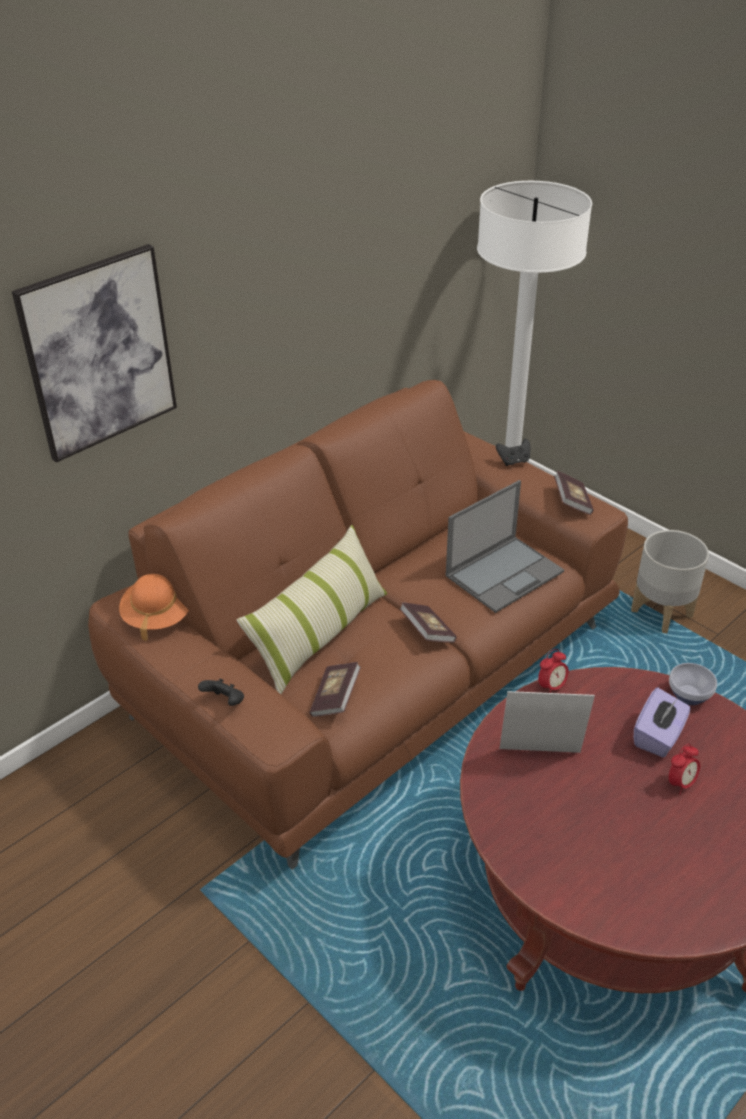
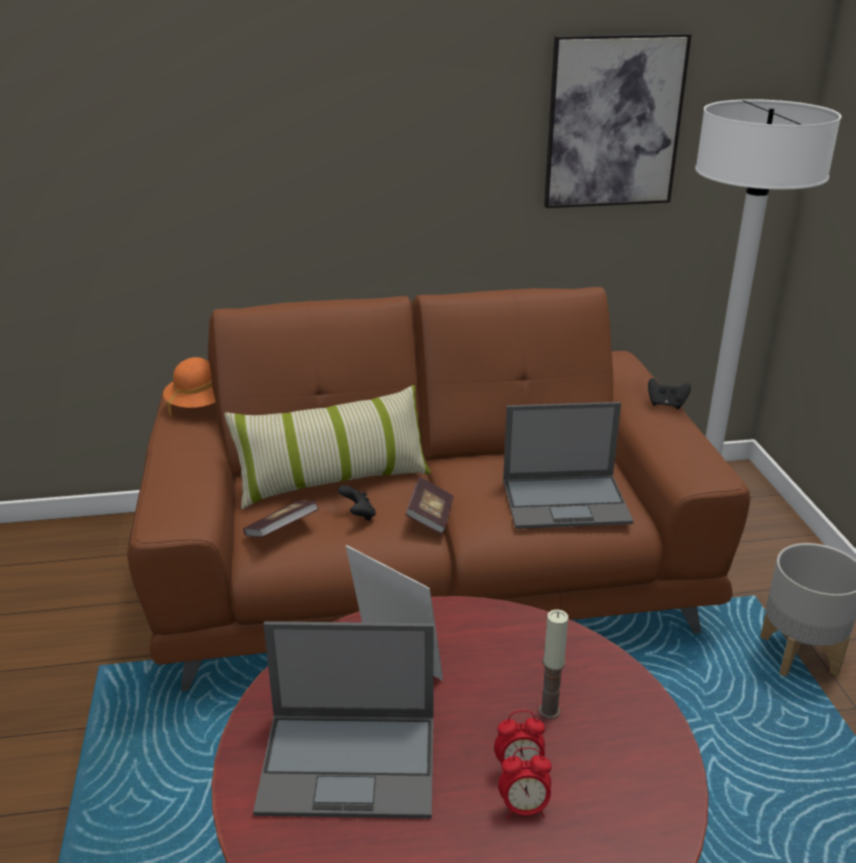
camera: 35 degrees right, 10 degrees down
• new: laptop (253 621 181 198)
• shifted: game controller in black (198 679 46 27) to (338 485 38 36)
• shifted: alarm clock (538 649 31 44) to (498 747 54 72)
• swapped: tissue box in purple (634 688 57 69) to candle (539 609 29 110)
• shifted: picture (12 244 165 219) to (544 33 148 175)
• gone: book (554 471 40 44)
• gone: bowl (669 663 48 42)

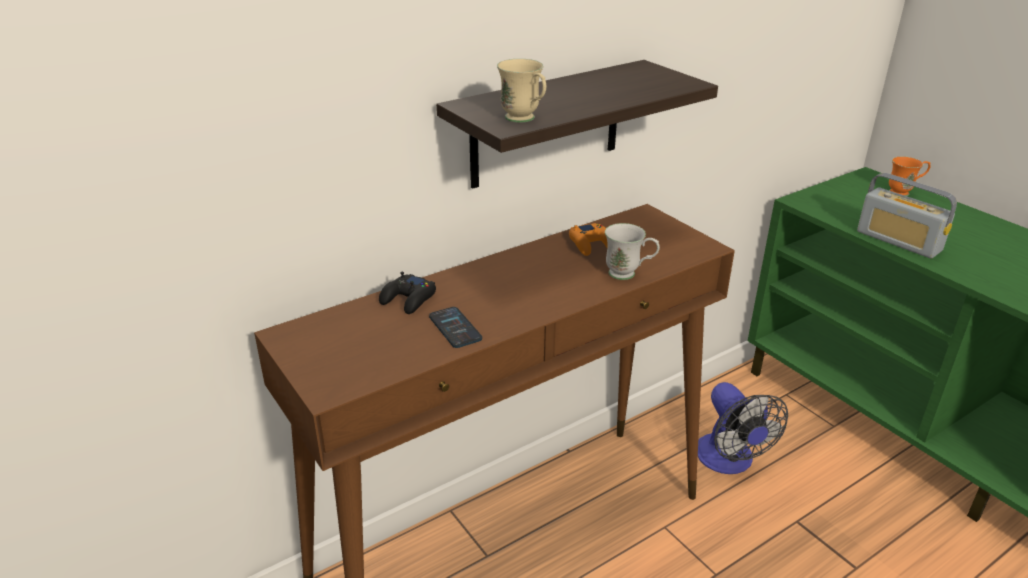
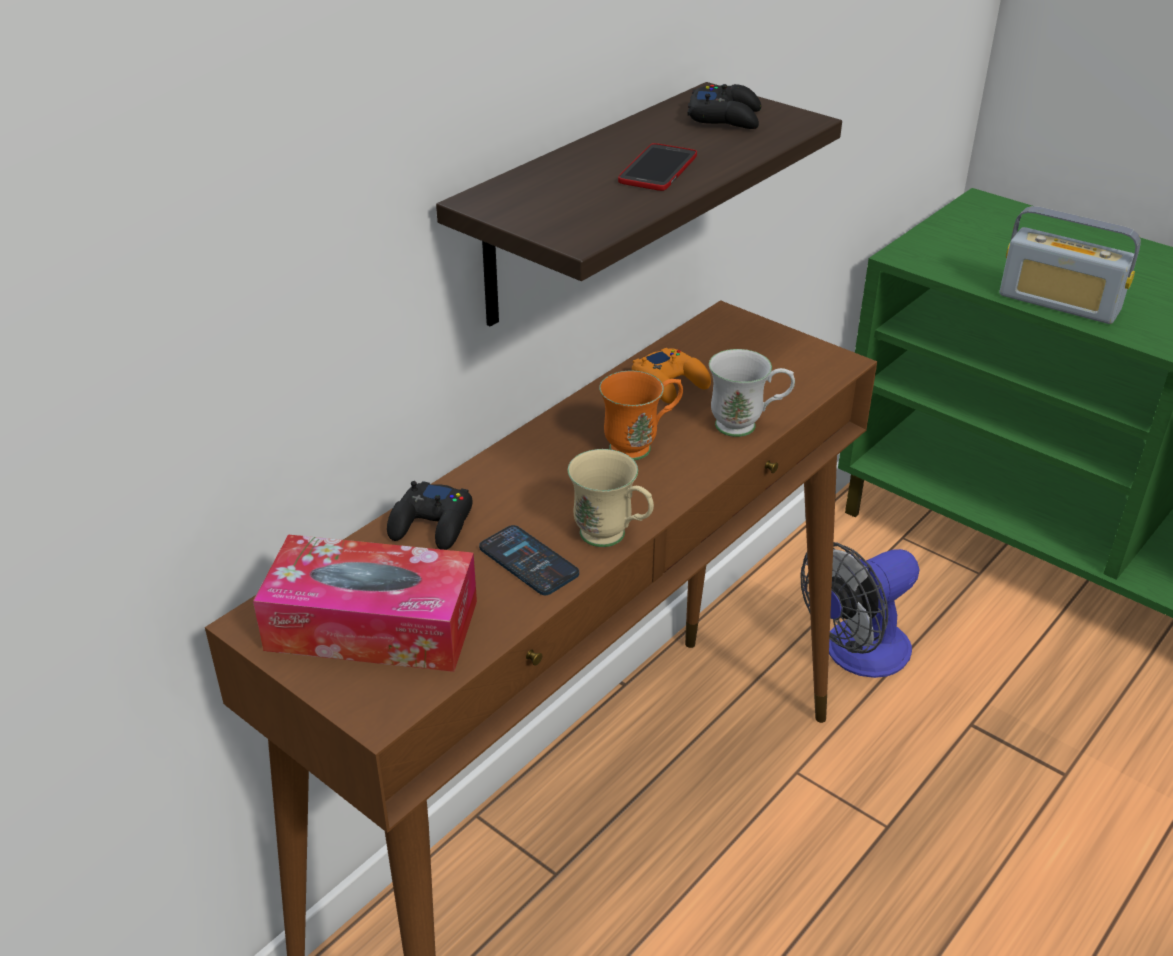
camera: 15 degrees left, 5 degrees up
• new: tissue box (253 534 224 138)
• shifted: mug in beige (497 59 49 64) to (568 449 86 98)
• shifted: mug in orange (889 156 41 40) to (599 371 84 89)
• new: phone (618 143 79 48)
• new: game controller in black (687 84 74 45)
• rotated: fan (698 382 90 92) = (800 542 120 136) 90 degrees clockwise

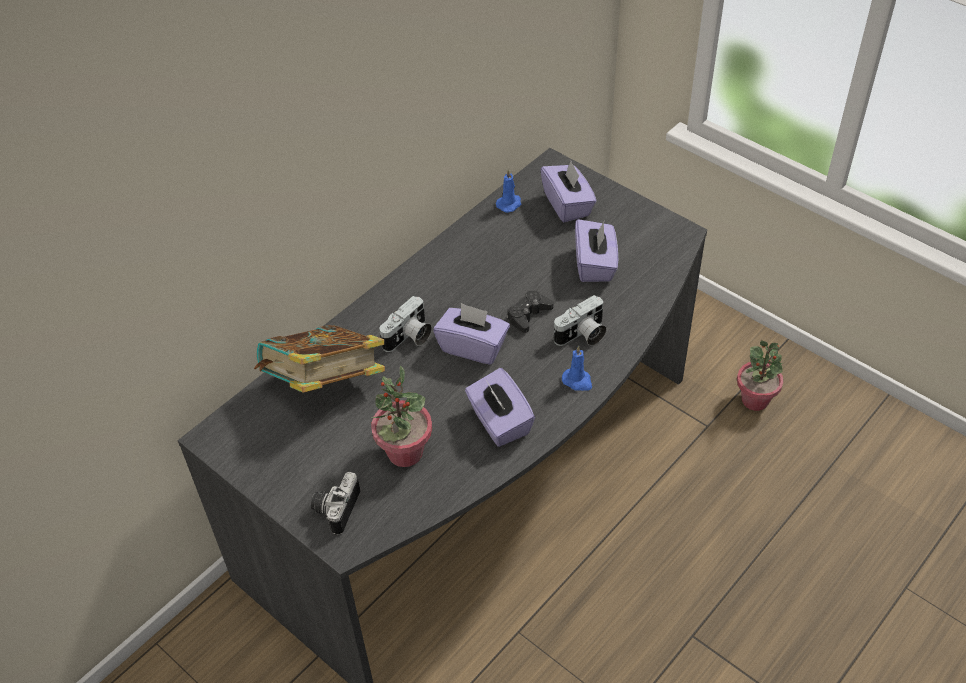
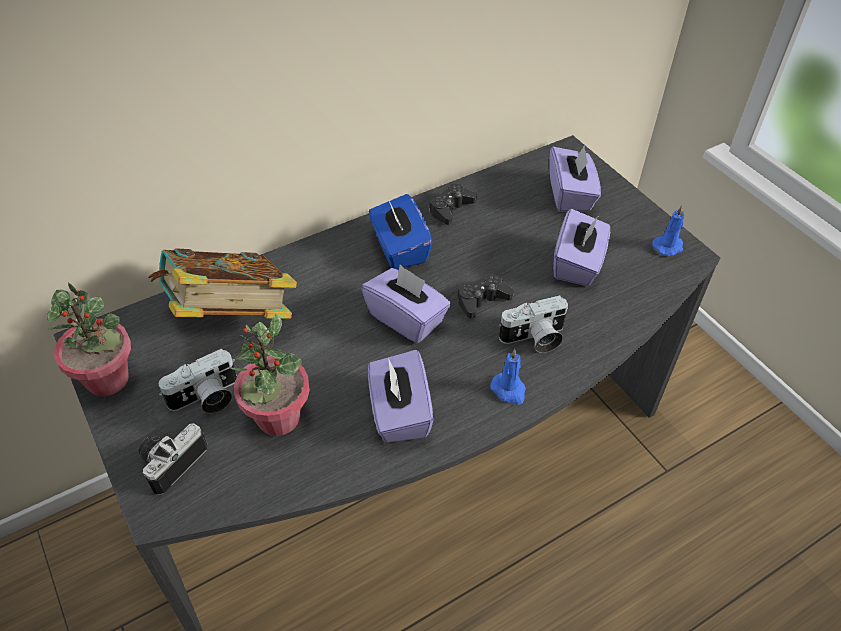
camera: 15 degrees right, 0 degrees up
• shifted: potted plant (737 341 47 70) to (46 282 85 114)
• shifted: photo camera (379 296 53 56) to (159 349 78 65)
• new: tissue box in blue (369 194 64 75)
• new: game controller in black (429 184 48 41)
• shifted: candle in blue (496 169 25 44) to (652 205 33 51)

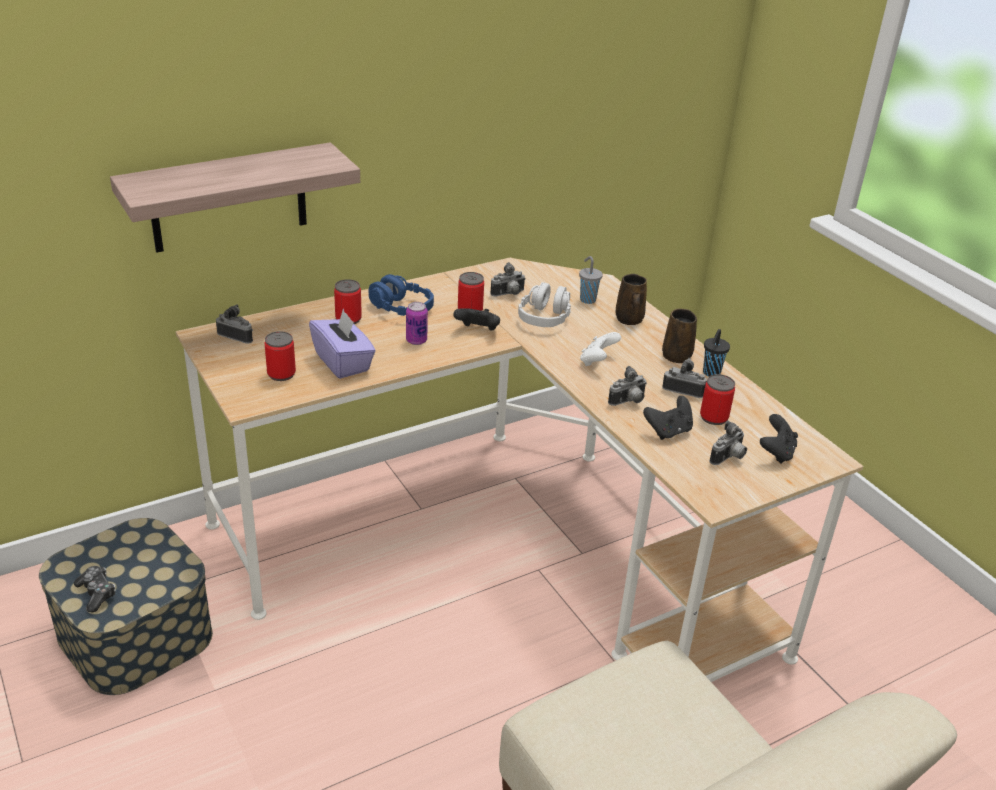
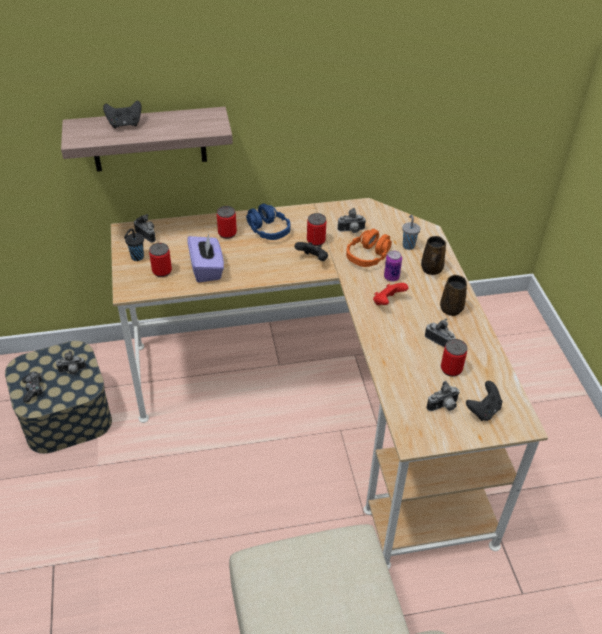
camera: 20 degrees right, 10 degrees up
• shifted: photo camera (608 366 39 40) to (56 351 30 24)
• shifted: game controller in black (643 396 50 44) to (103 101 38 28)
• shifted: cup in black (703 329 27 48) to (124 229 20 32)
• repainted: headphones in grey (518 282 53 45) to headphones in orange (346 229 46 38)
• repainted: game controller in white (580 332 41 34) to game controller in red (373 283 36 22)
• shifted: can (406 302 22 43) to (384 251 18 31)

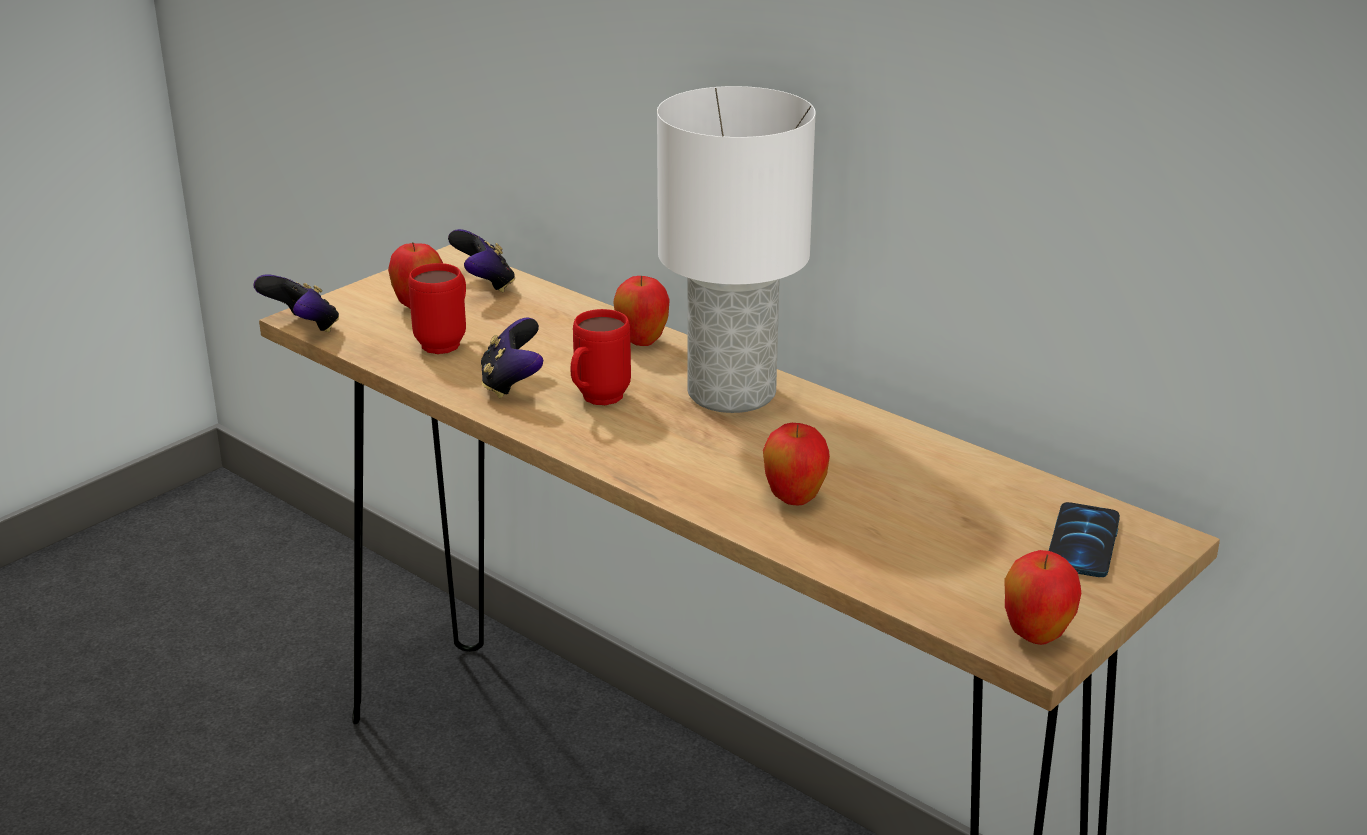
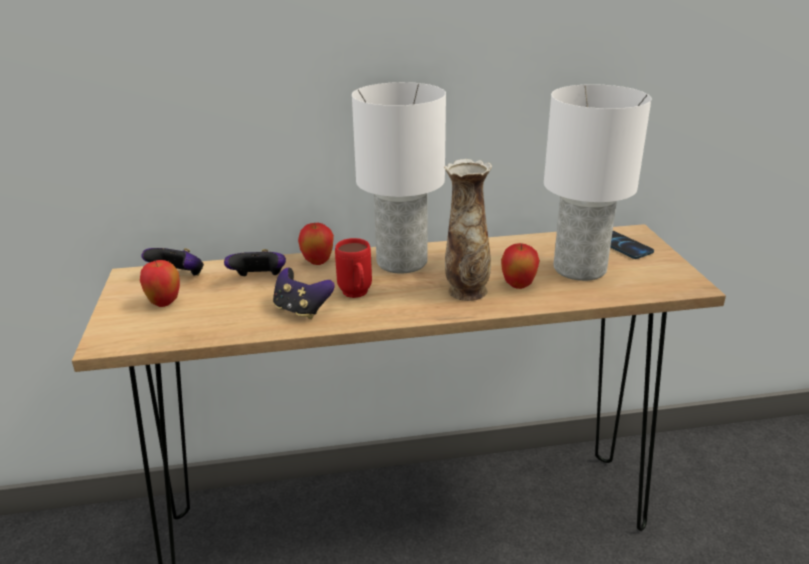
camera: 50 degrees left, 0 degrees up
• shifted: game controller (254 274 85 58) to (224 249 62 27)
• new: vase (444 159 48 142)
• new: table lamp in white (544 84 108 197)
• gone: mug in red (408 263 58 91)
• gone: apple (1004 550 77 95)

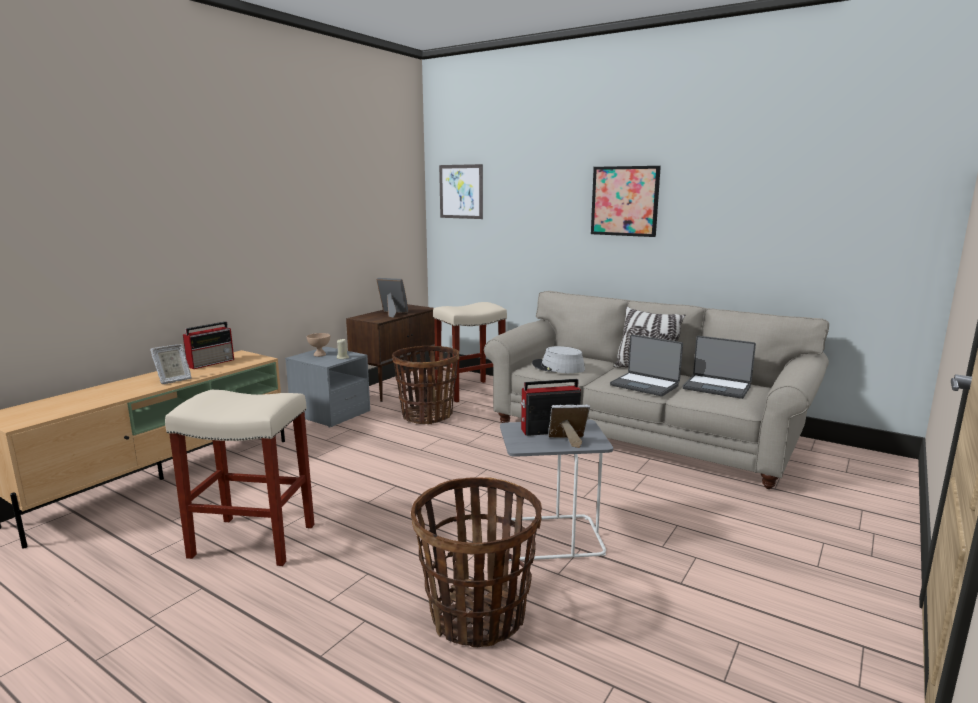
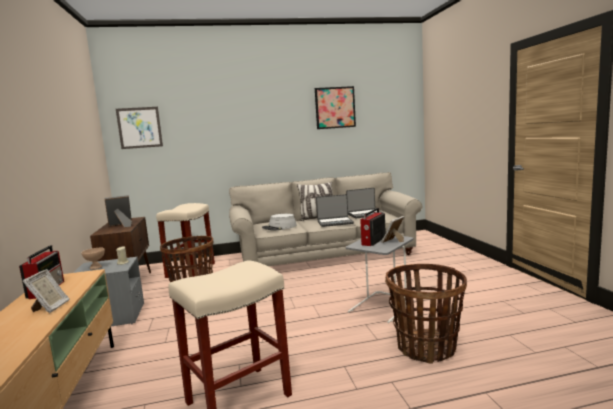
camera: 45 degrees left, 5 degrees down
• shifted: picture (591 166 70 71) to (315 86 41 43)

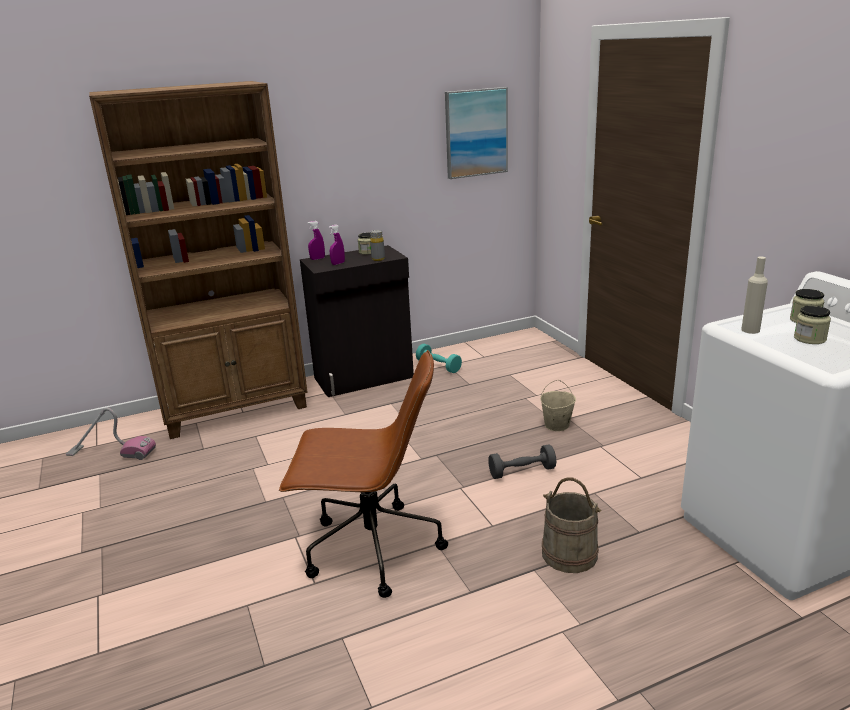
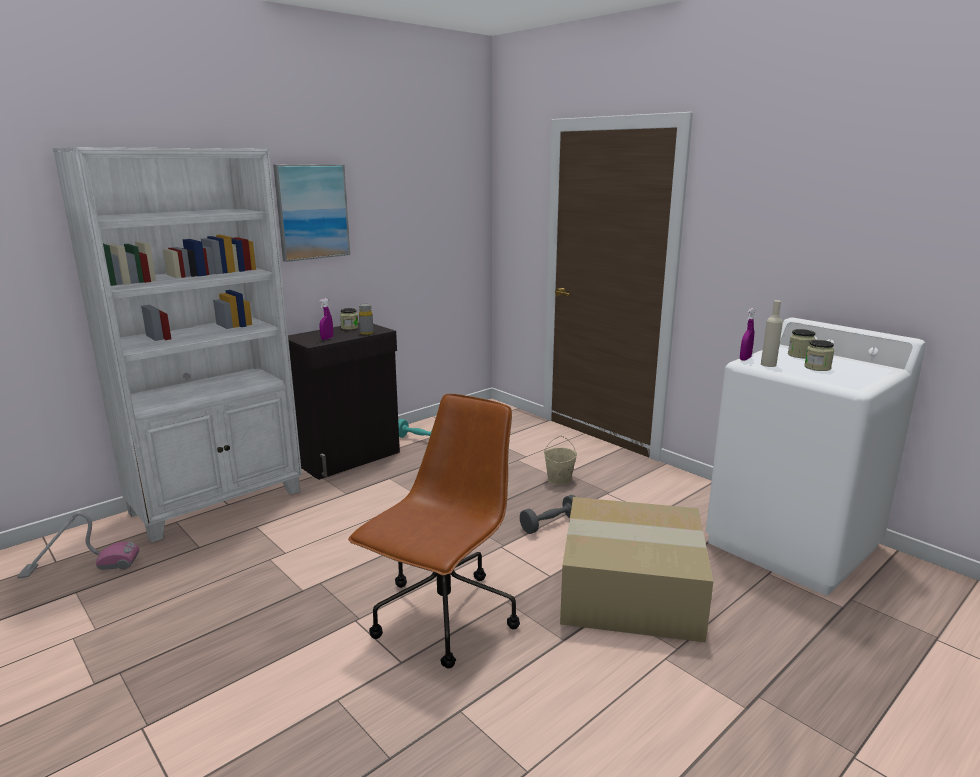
camera: 20 degrees left, 5 degrees down
• repainted: bookcase in brown (89 81 219 358) to bookcase in white (52 147 250 396)
• shifted: picture (445 87 63 92) to (273 164 77 98)
• rotated: office chair in brown (279 350 169 248) = (348 394 172 275) 45 degrees counterclockwise
• swapped: bucket in beige (542 477 59 96) to cardboard box (560 497 153 145)
• shifted: spray bottle in purple (307 221 18 39) to (740 308 15 53)

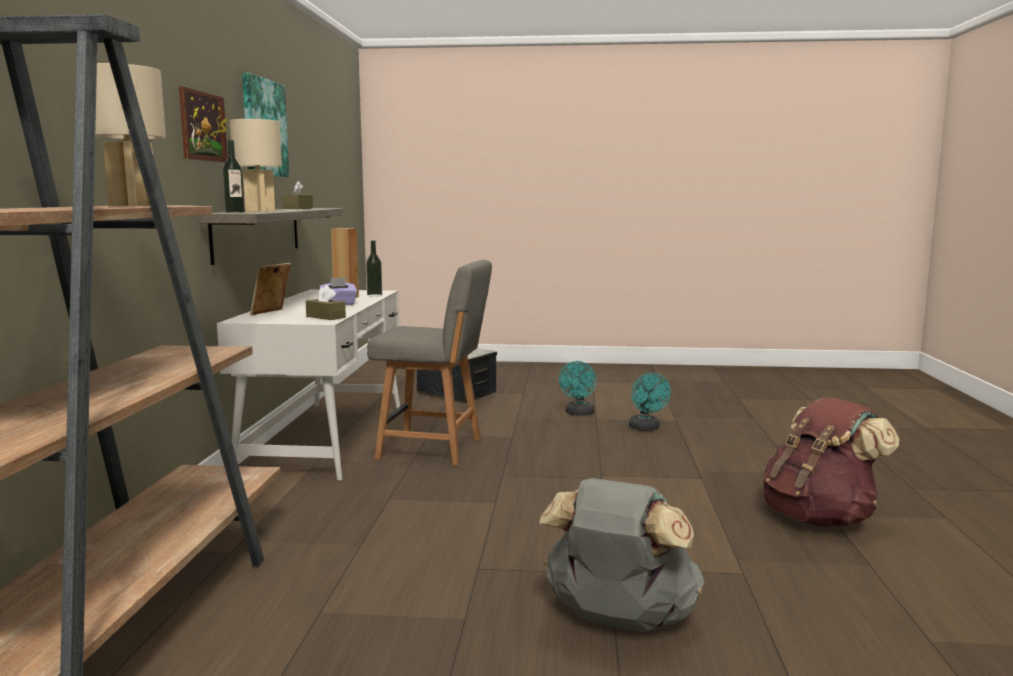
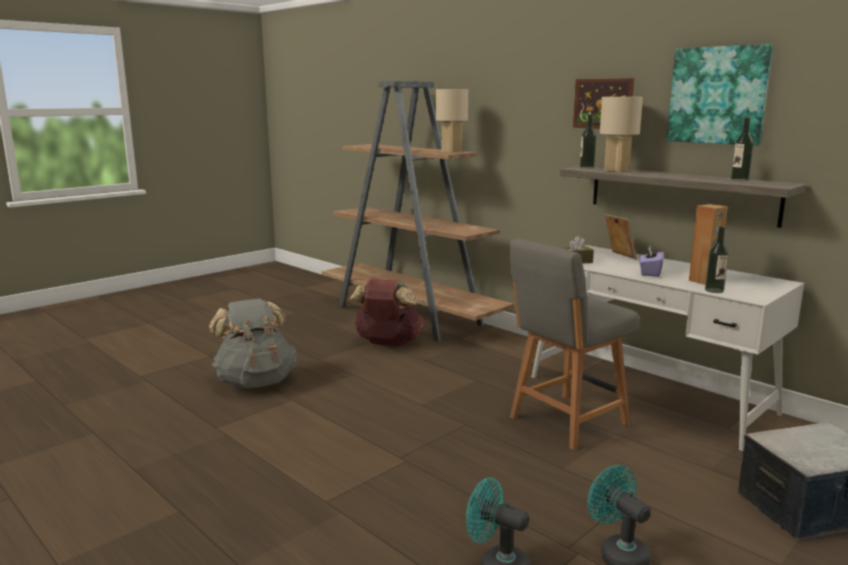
camera: 130 degrees right, 5 degrees up
• shifted: backpack in brown (763 397 136 130) to (350 279 74 67)
• swapped: tissue box in brown (282 181 31 28) to bottle (731 117 23 64)

